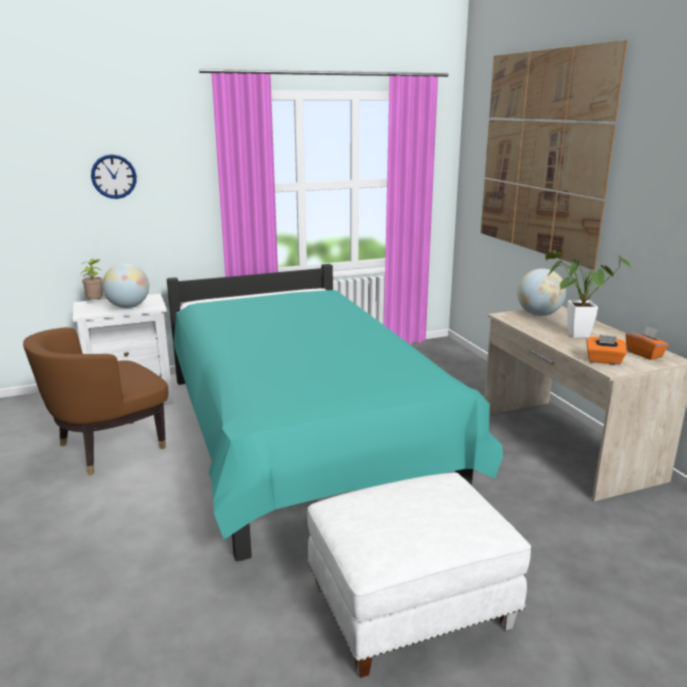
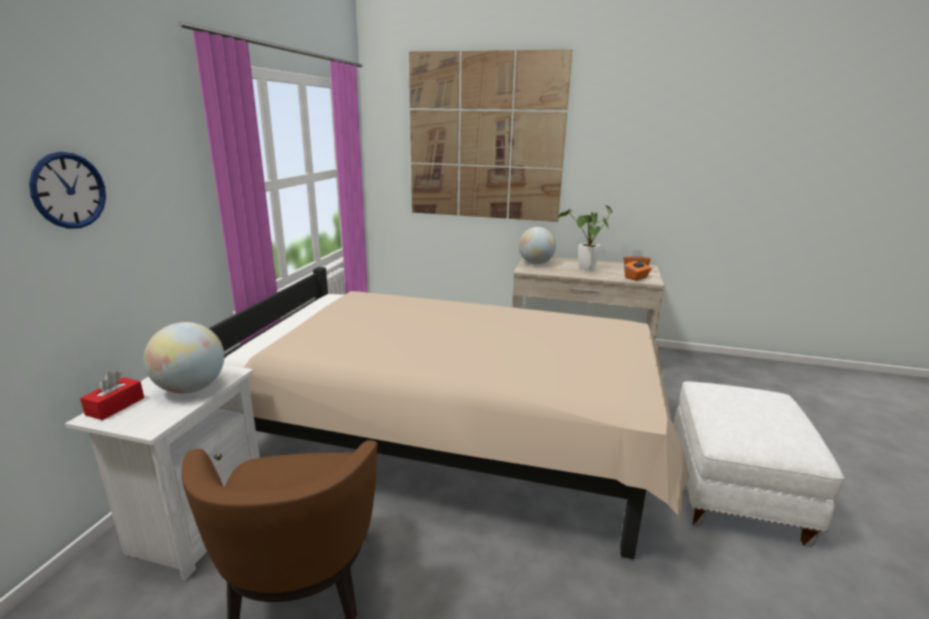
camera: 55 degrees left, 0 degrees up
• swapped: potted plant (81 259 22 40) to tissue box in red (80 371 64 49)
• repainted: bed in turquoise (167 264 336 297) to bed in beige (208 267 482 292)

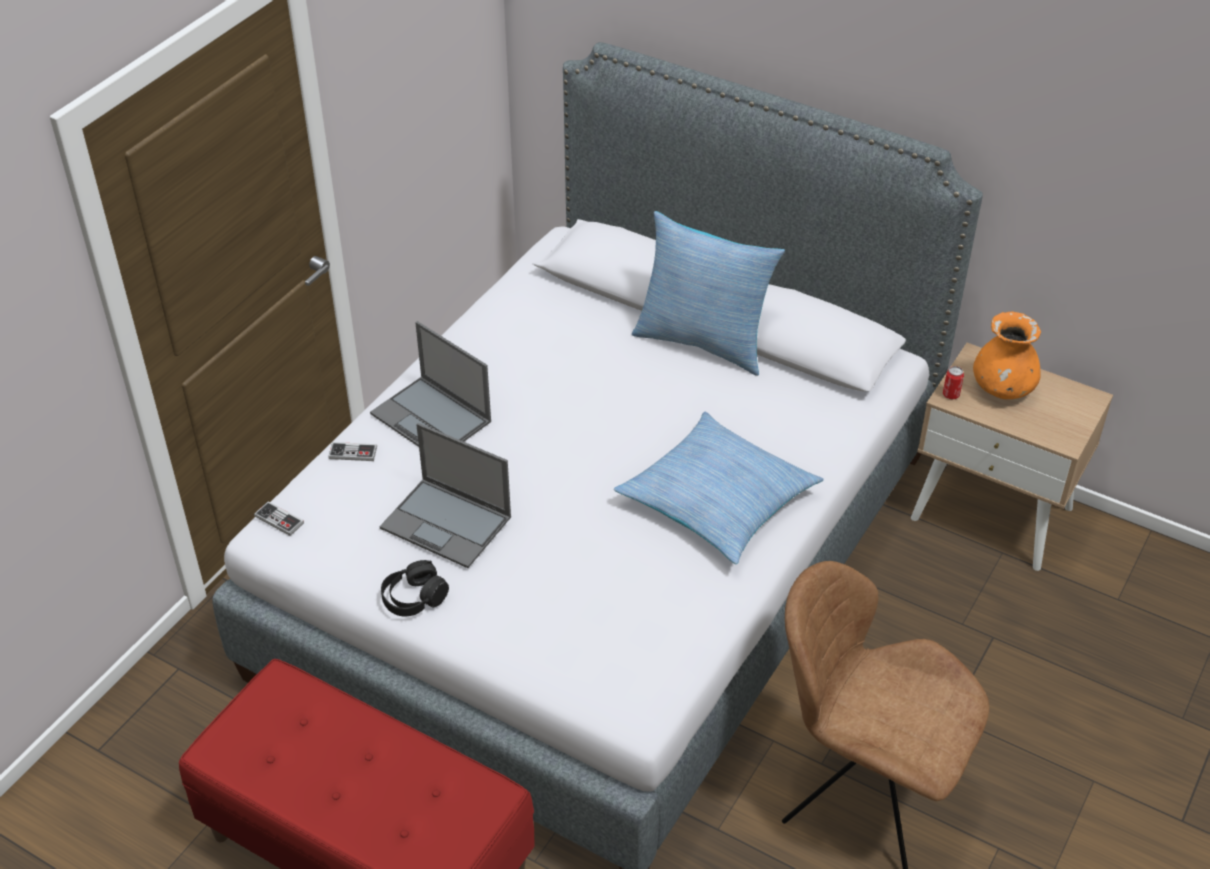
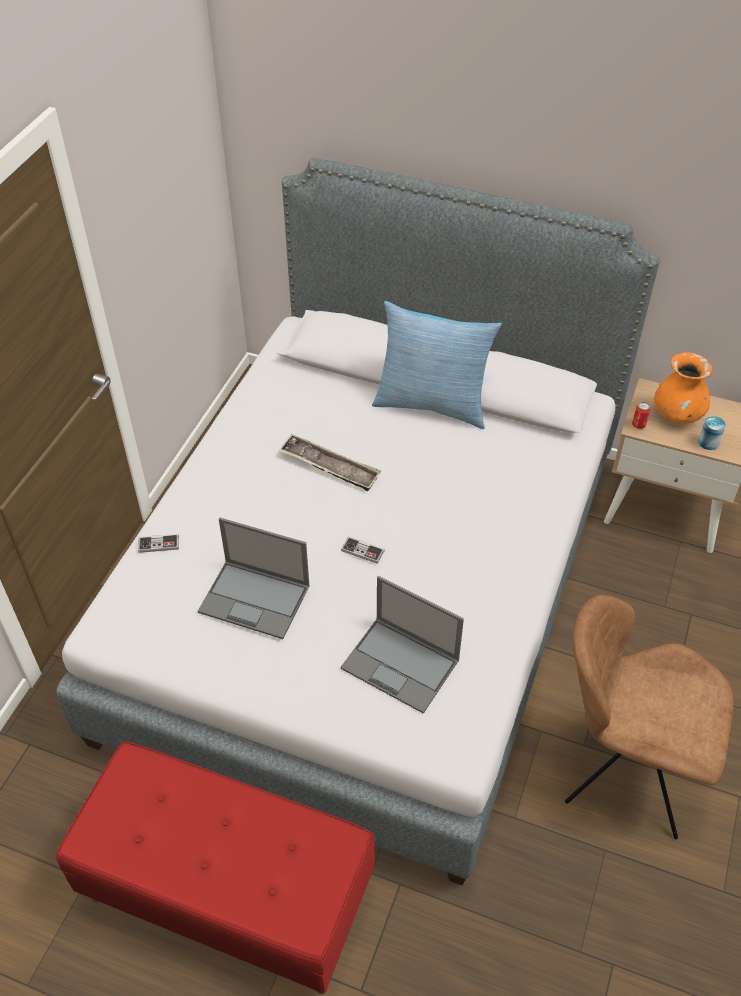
camera: 10 degrees left, 5 degrees up
• new: tray (279 434 102 57)
• shifted: laptop (370 321 121 126) to (340 576 124 138)
• shifted: game controller (254 501 50 35) to (341 536 44 28)
• new: can (698 416 28 34)
• gone: headphones in black (381 560 68 56)
• gone: pillow (614 412 210 152)

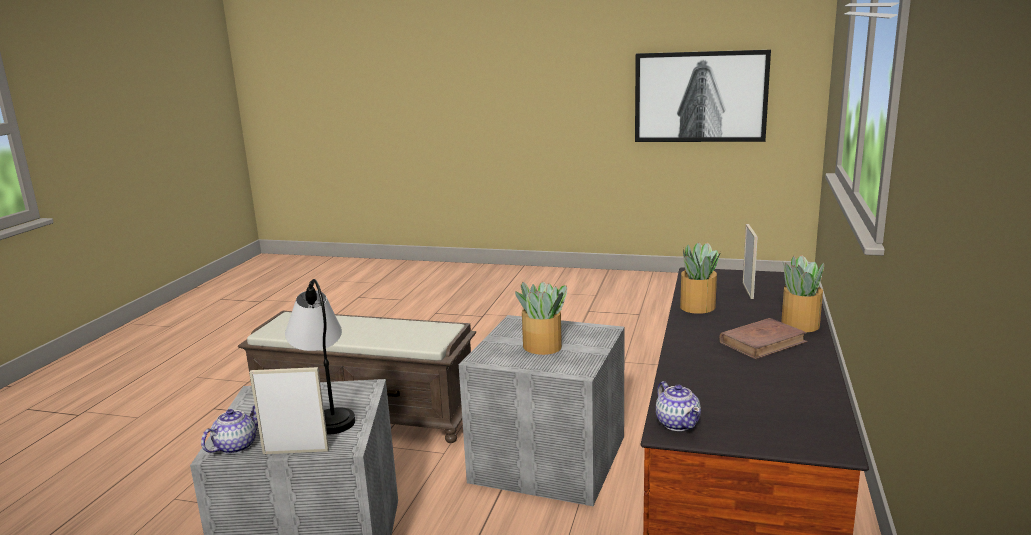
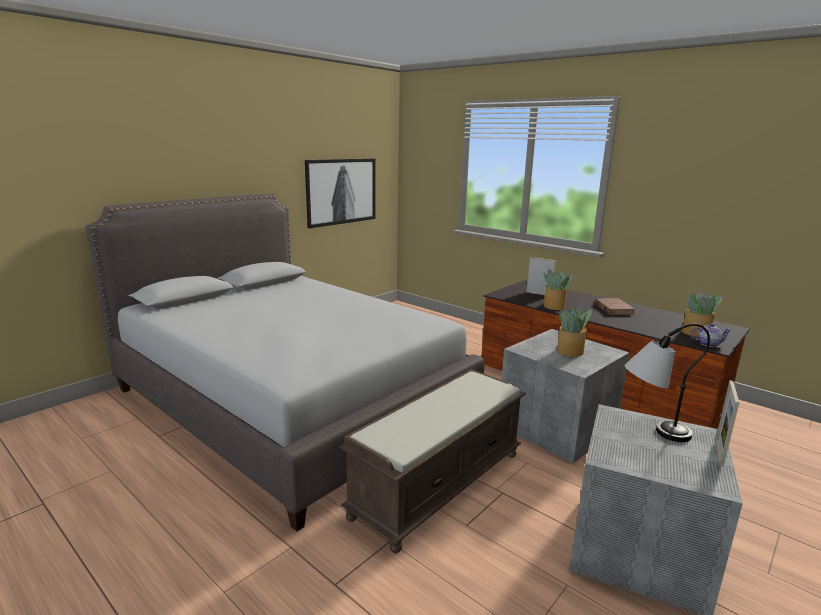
camera: 65 degrees left, 0 degrees up
• new: bed in grey (86 194 398 337)
• shifted: potted plant (781 255 43 77) to (682 292 42 45)
• gone: teapot (201 405 57 49)

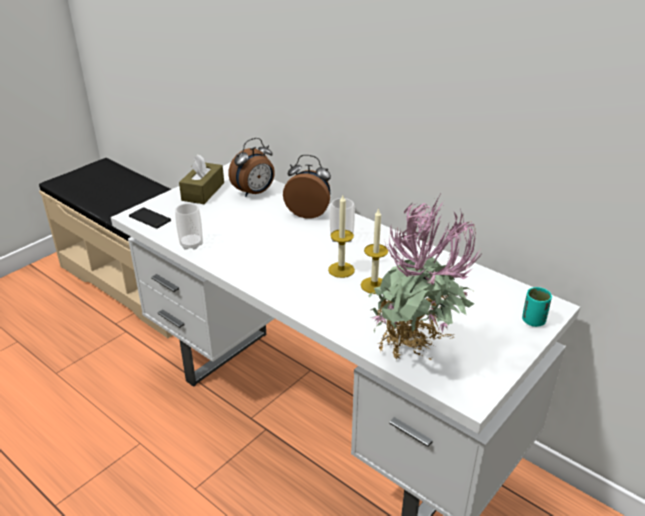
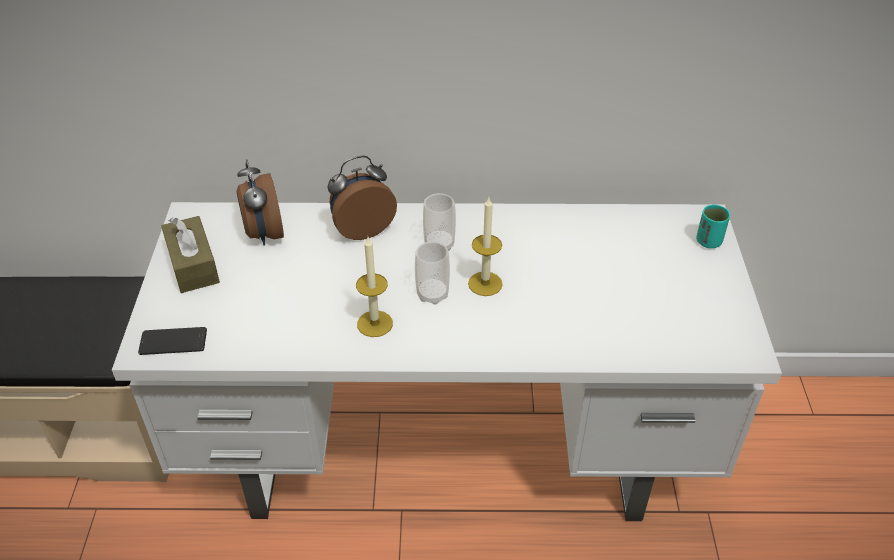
camera: 40 degrees left, 10 degrees up
• rotated: alarm clock (228 138 47 59) = (236 159 48 87) 150 degrees clockwise
• shifted: candle (361 208 27 86) to (356 237 37 100)
• shifted: cup (175 203 28 47) to (415 242 35 63)
• gone: potted plant (368 197 113 163)

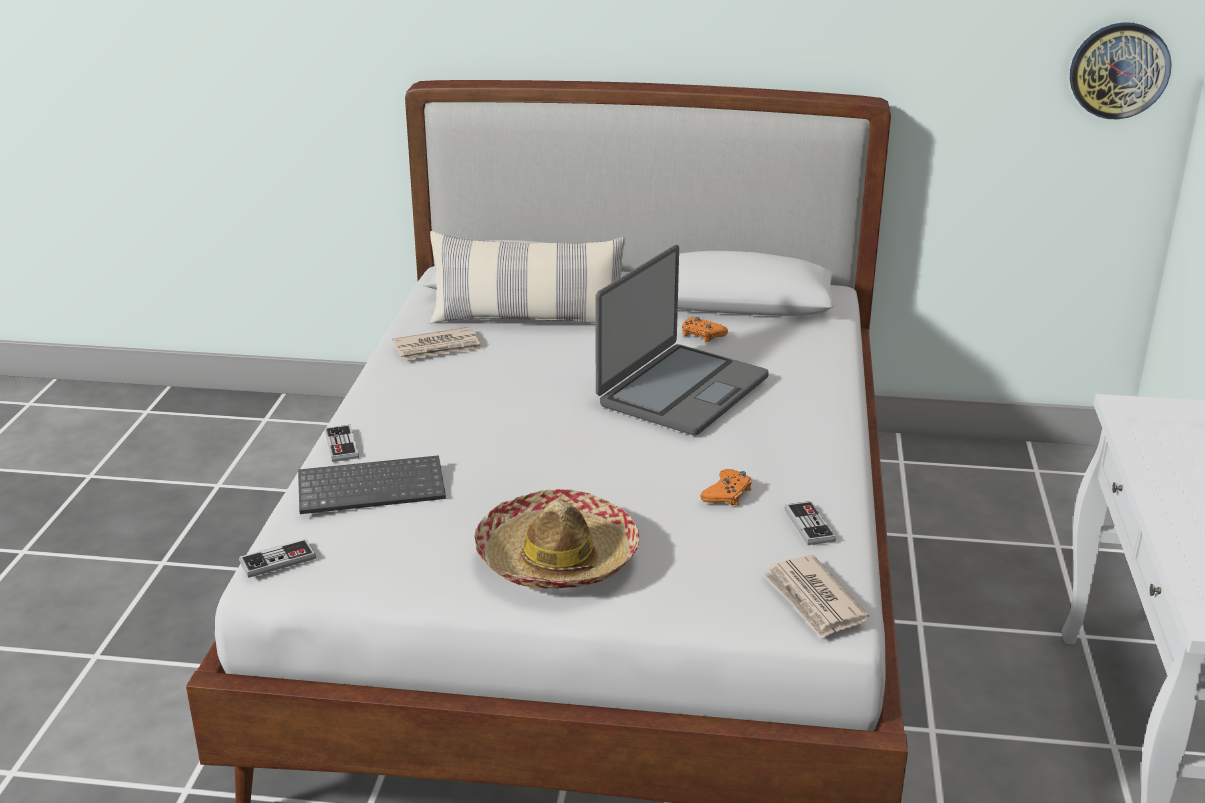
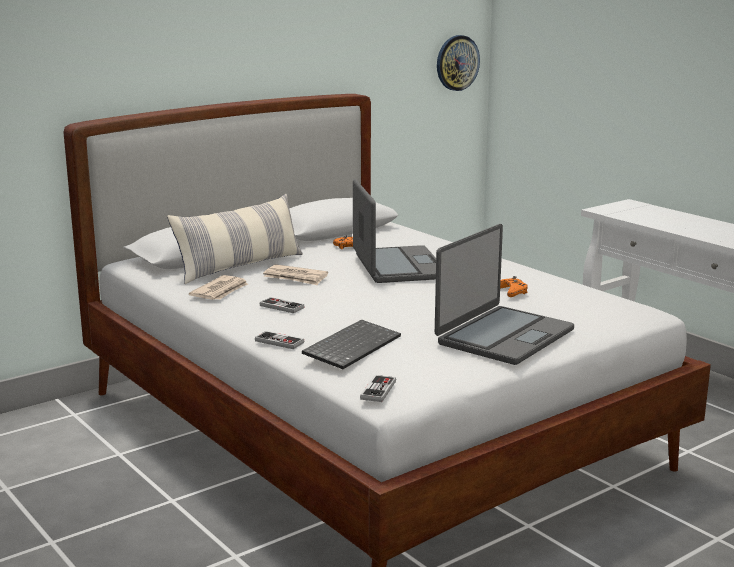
camera: 45 degrees left, 10 degrees down
• shifted: game controller (784 501 52 44) to (260 297 45 16)
• shifted: newspaper (763 555 106 84) to (263 264 65 21)
• swapped: hat (474 489 166 99) to laptop (435 224 139 141)

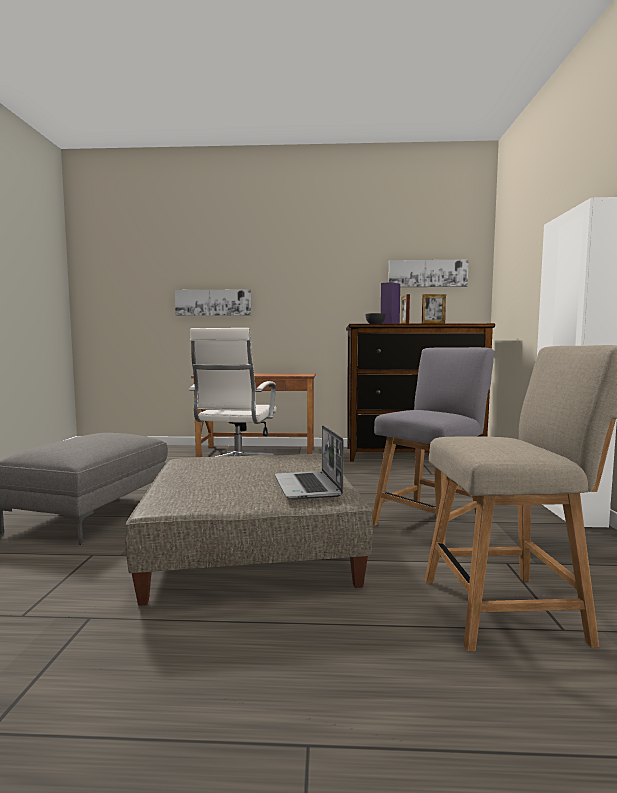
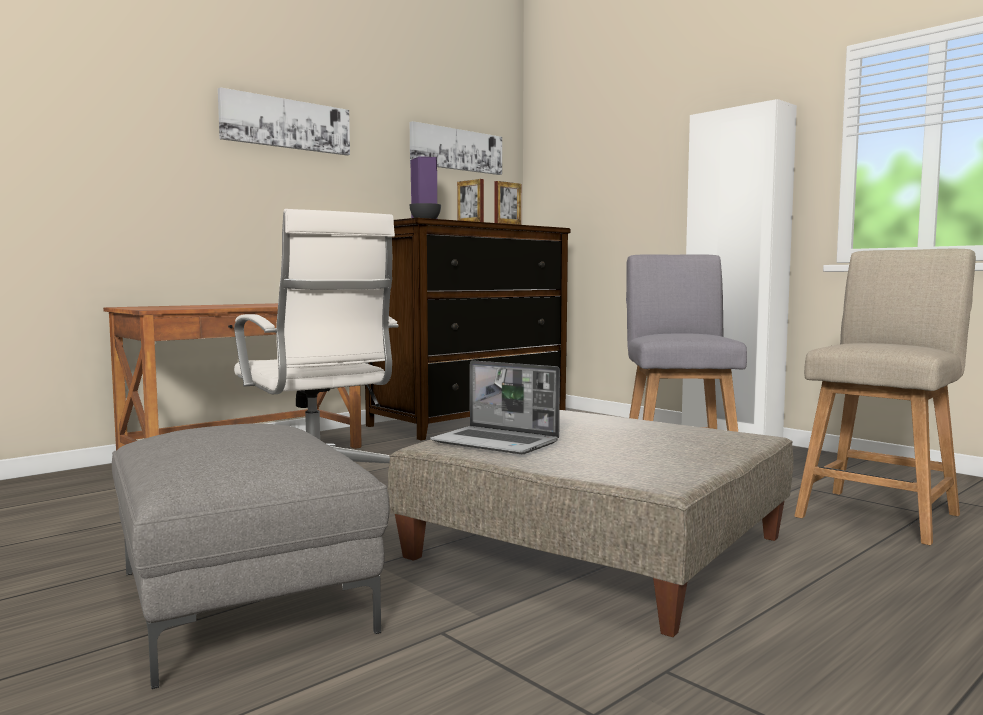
camera: 45 degrees left, 0 degrees up
• shifted: picture (175 289 76 27) to (218 87 132 68)
• shifted: laptop (275 425 69 74) to (430 360 130 94)

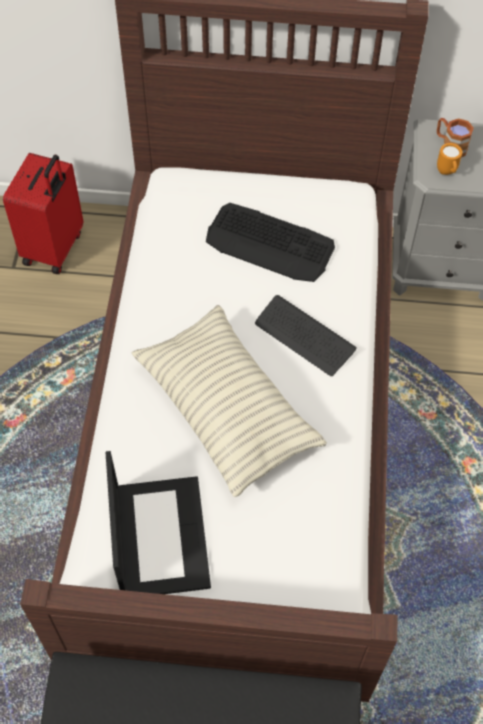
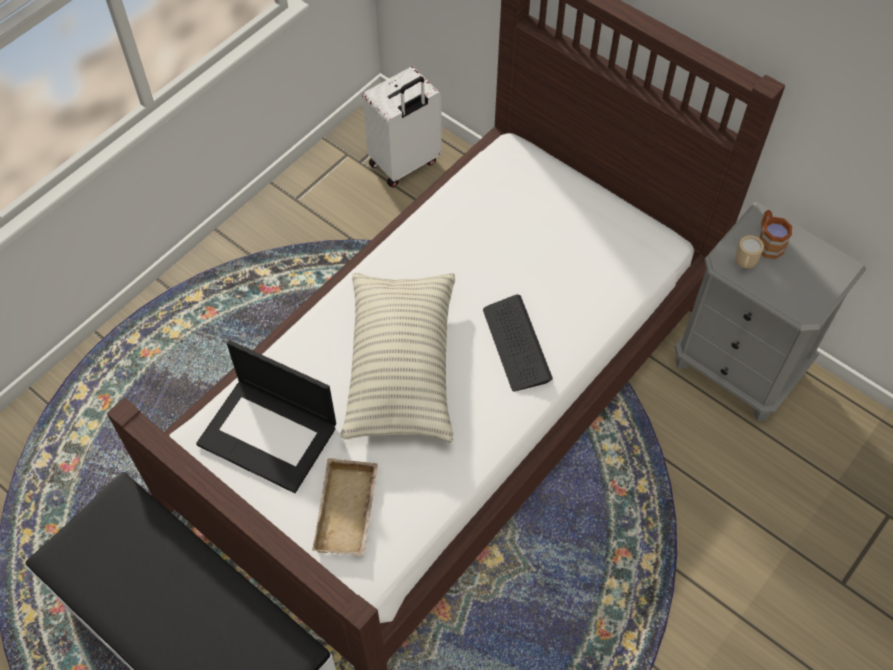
camera: 35 degrees right, 0 degrees up
• rotated: laptop (106 451 105 143) = (196 340 140 153) 90 degrees clockwise
• new: tray in beige (312 458 66 98)
• repainted: suitcase in red (3 153 80 121) to suitcase in white (362 67 80 121)
• repainted: mug in orange (437 143 25 32) to mug in beige (735 235 29 33)
• gone: keyboard (206 203 129 79)

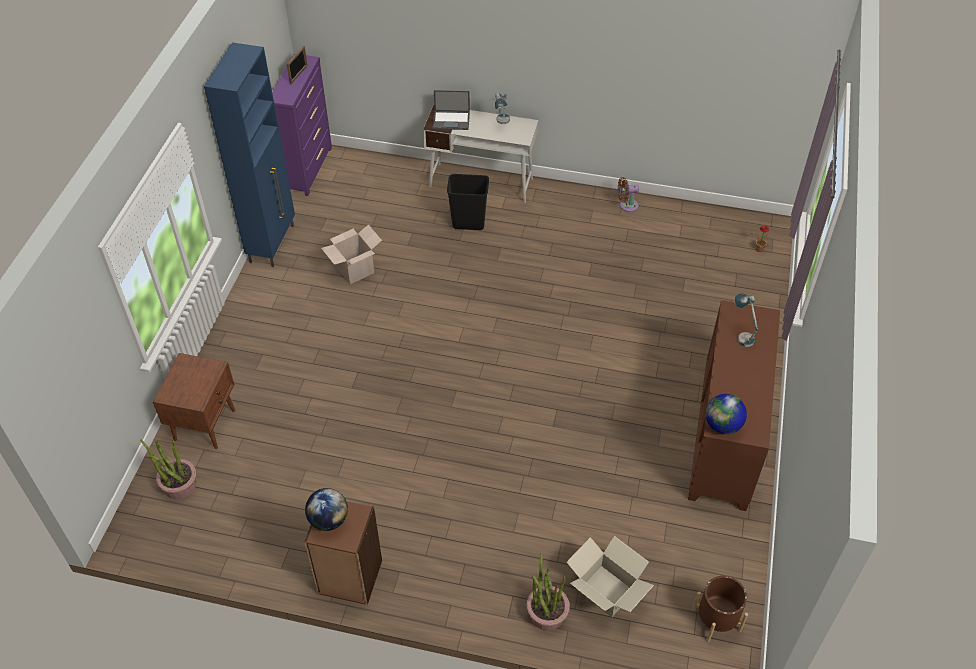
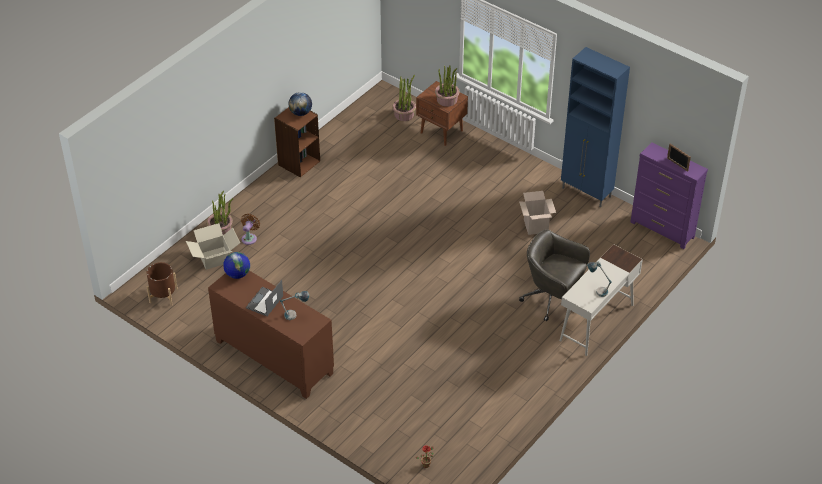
camera: 115 degrees right, 5 degrees down
• shifted: fan in brown (618 177 21 35) to (241 214 19 31)
• shifted: laptop (433 90 37 40) to (246 280 37 36)
• new: potted plant (435 65 24 42)
• swapped: trash can in black (447 174 42 56) to office chair in grey (519 230 71 91)

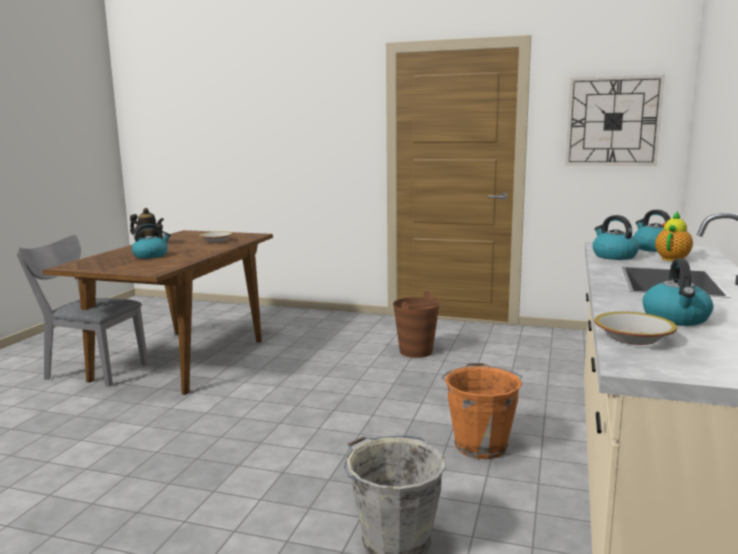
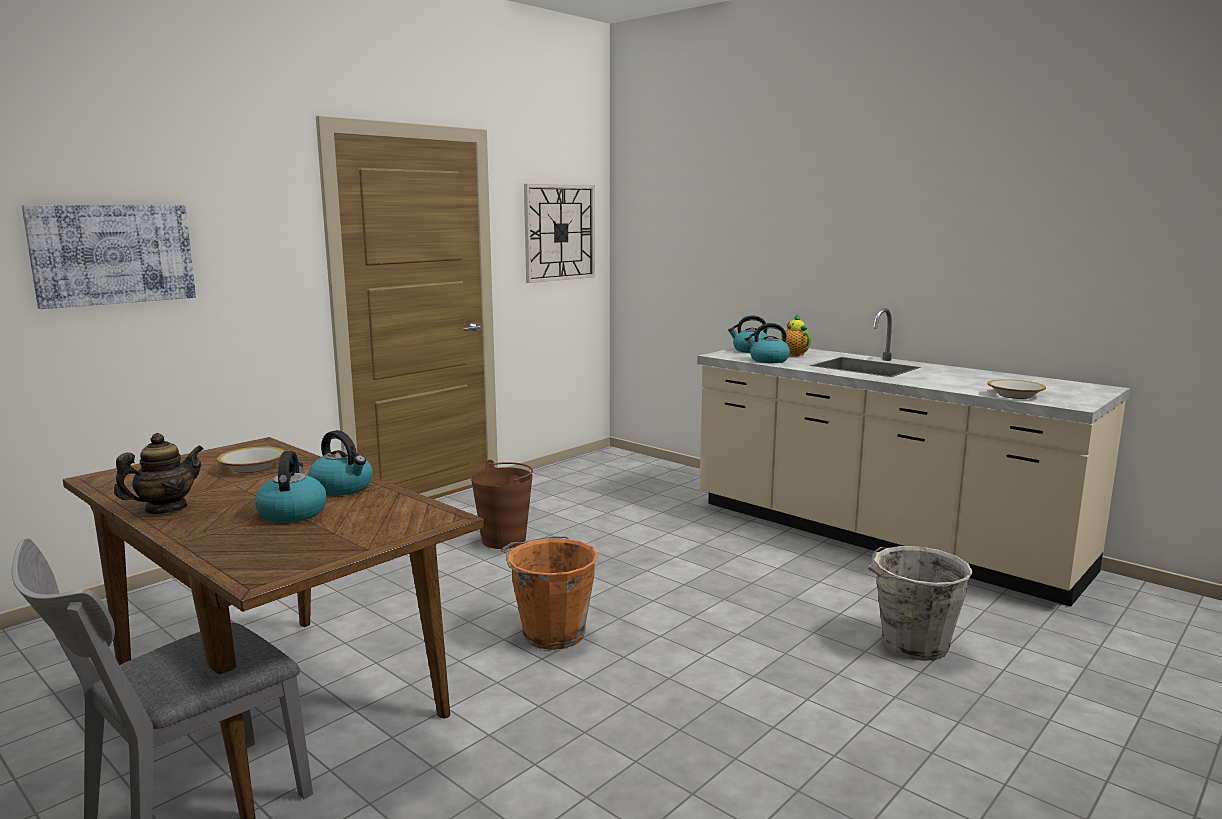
camera: 65 degrees left, 0 degrees up
• new: picture (22 205 174 104)
• shifted: kettle (643 259 70 67) to (308 430 65 66)
• shifted: bucket in orange (442 363 80 96) to (501 536 97 114)

